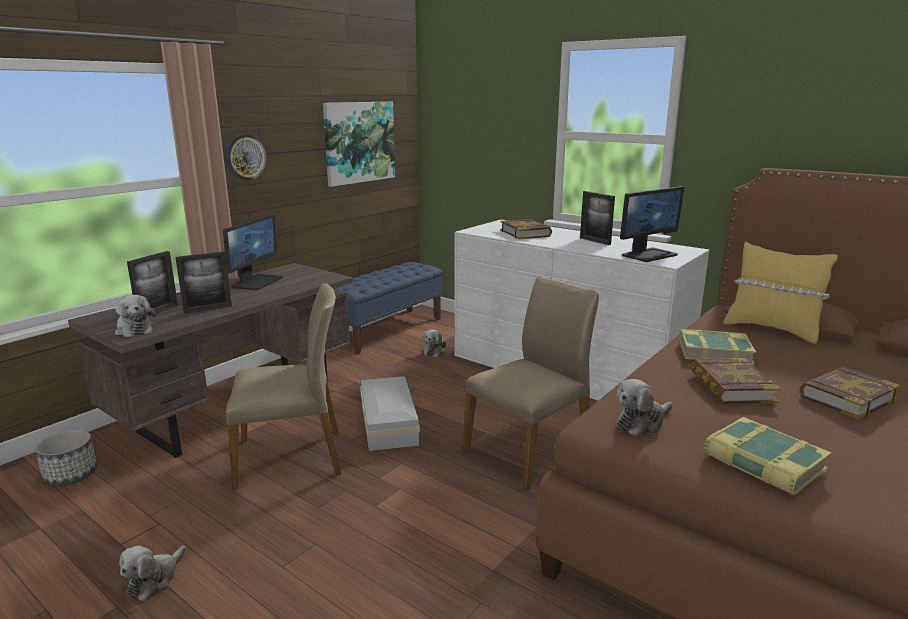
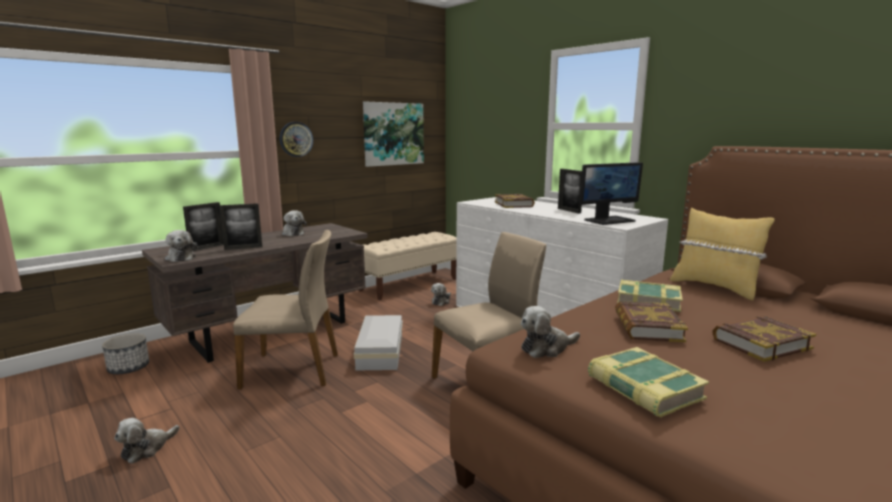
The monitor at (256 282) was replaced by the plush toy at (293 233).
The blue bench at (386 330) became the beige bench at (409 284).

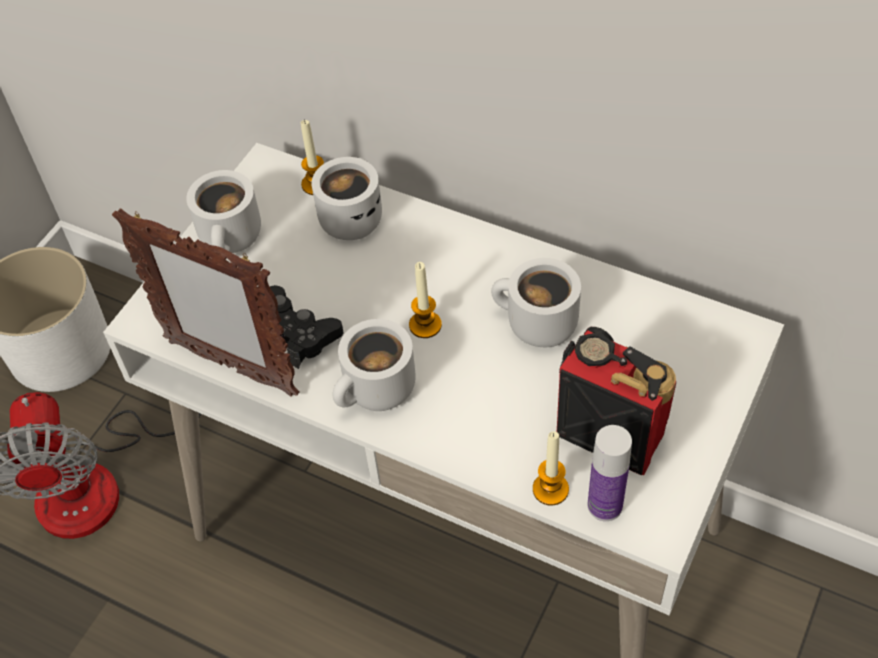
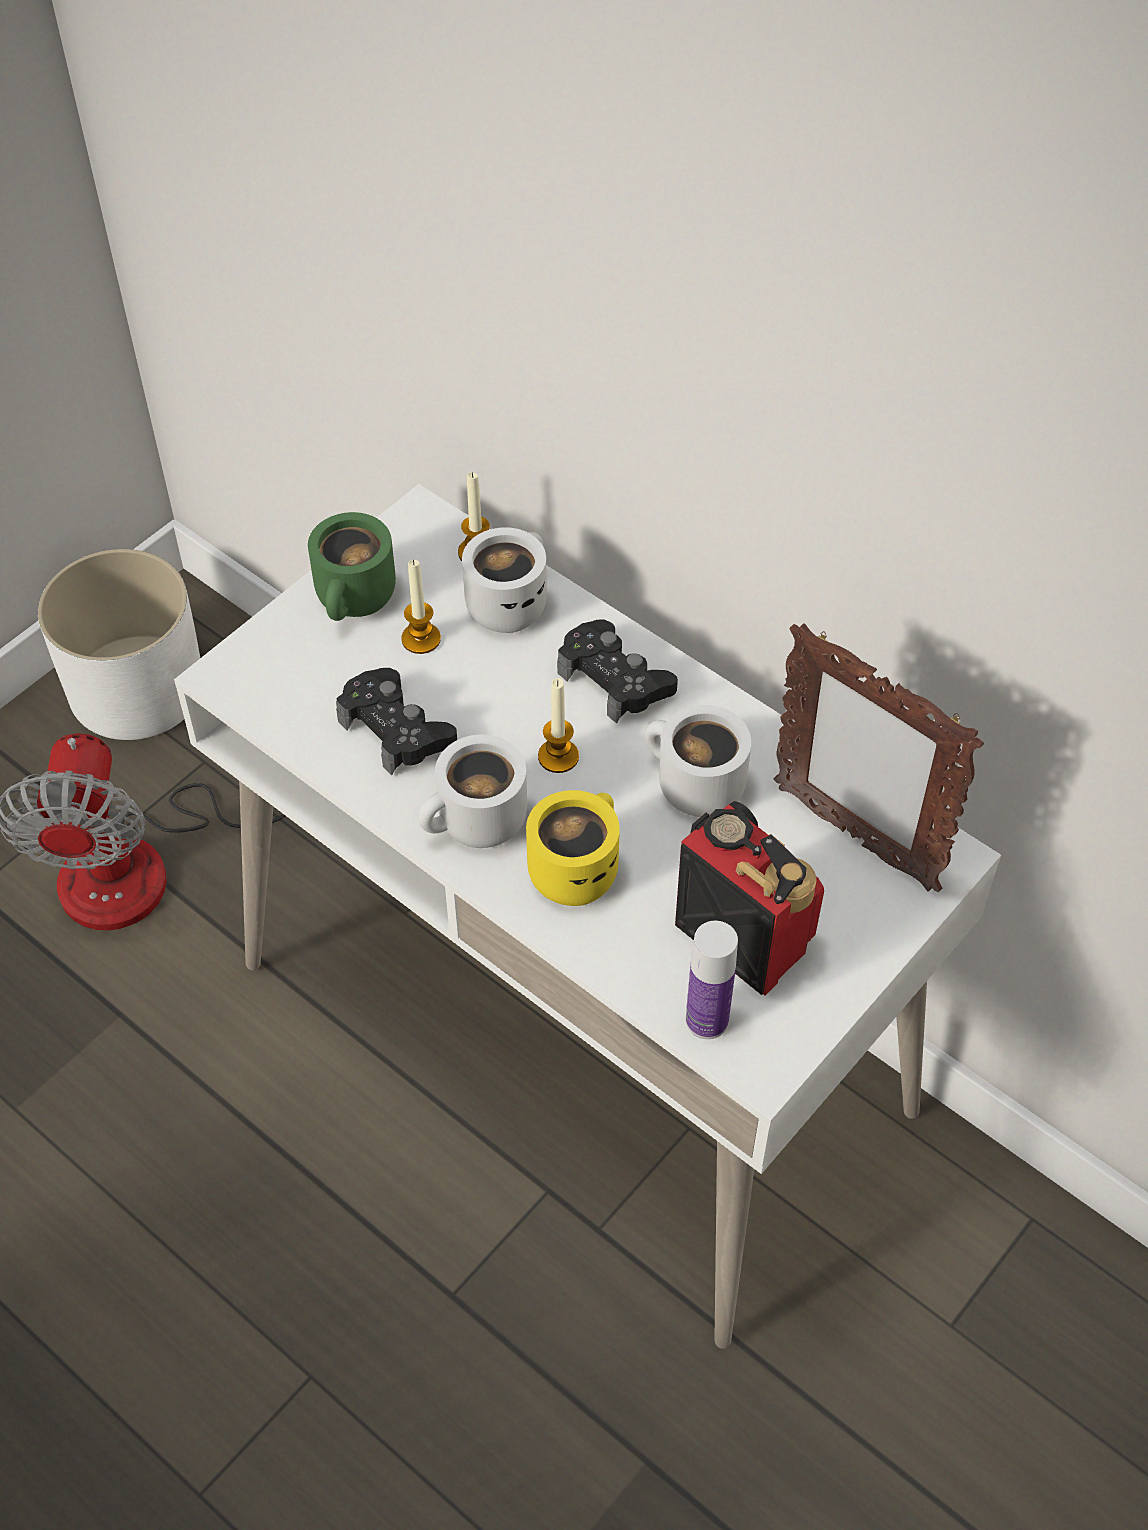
The picture frame moved from (230 367) to (854 837).
The white mug at (233 239) became the green mug at (357 599).
The candle moved from (550 489) to (421 639).
The yellow mug at (573 866) appeared.
The black game controller at (615 679) appeared.

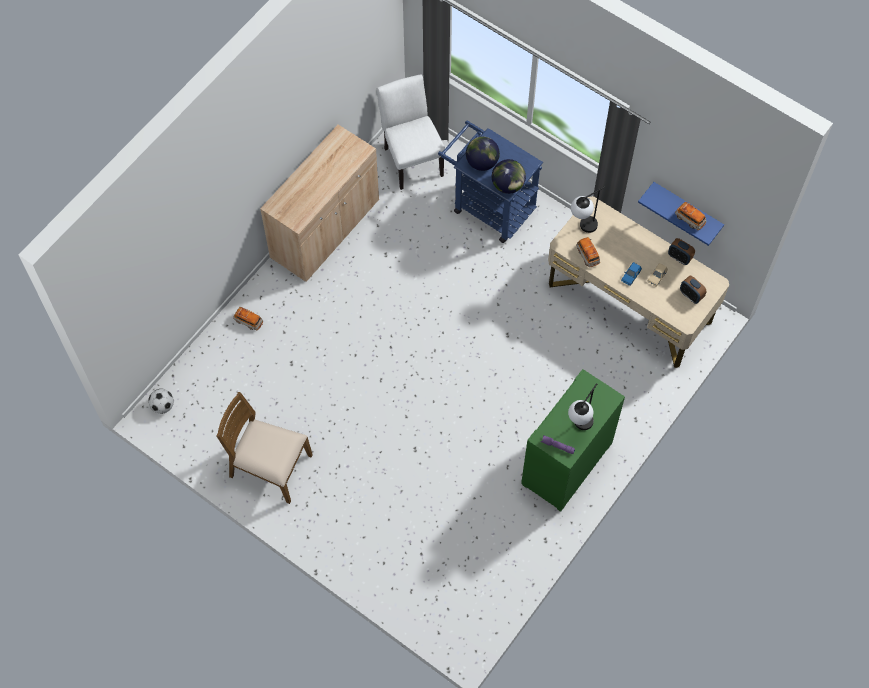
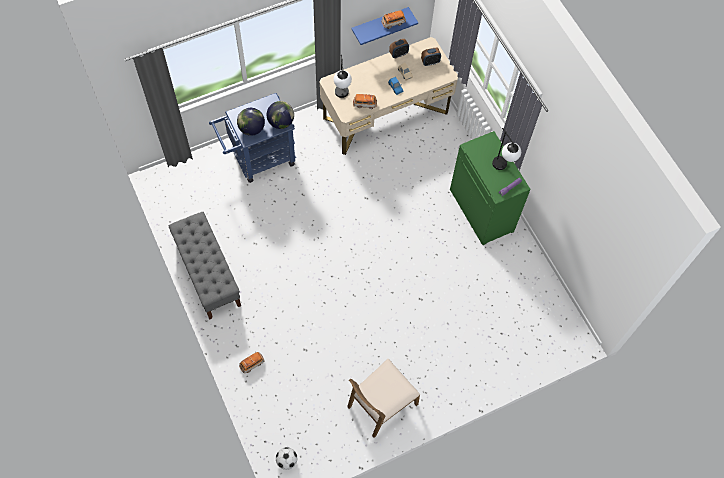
The beige cabinet at (325 229) was replaced by the grey bench at (208 273).
The white chair at (411 158) disappeared.

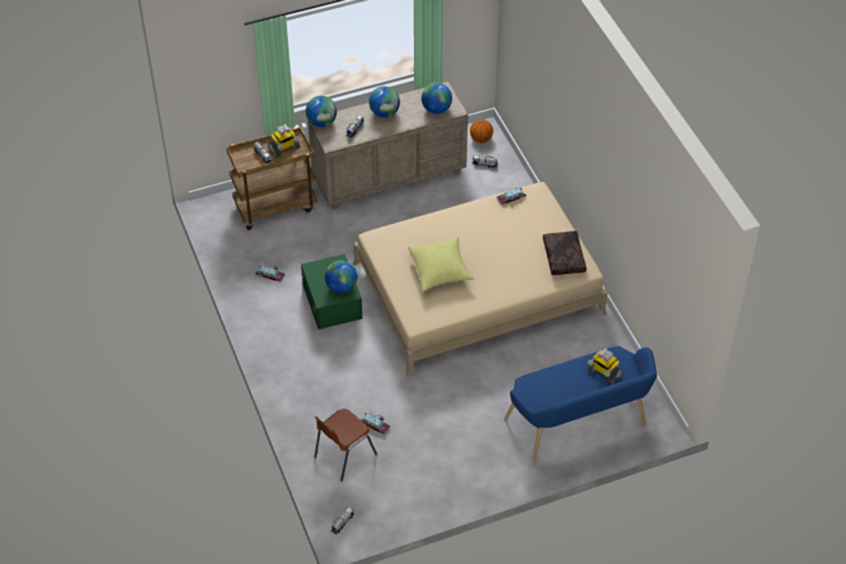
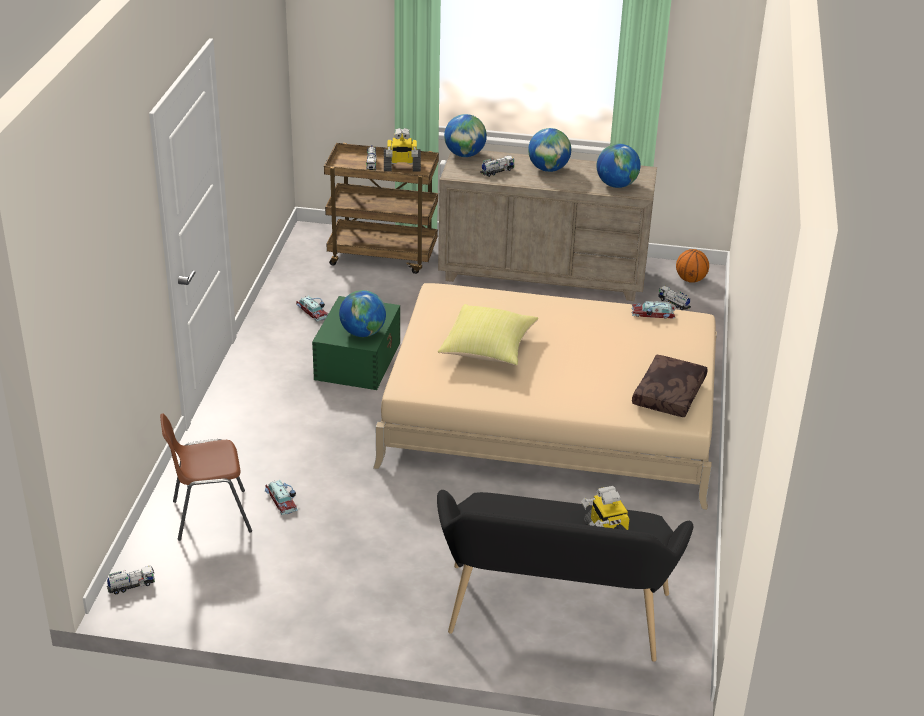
The blue bench at (579 426) became the black bench at (554 620).

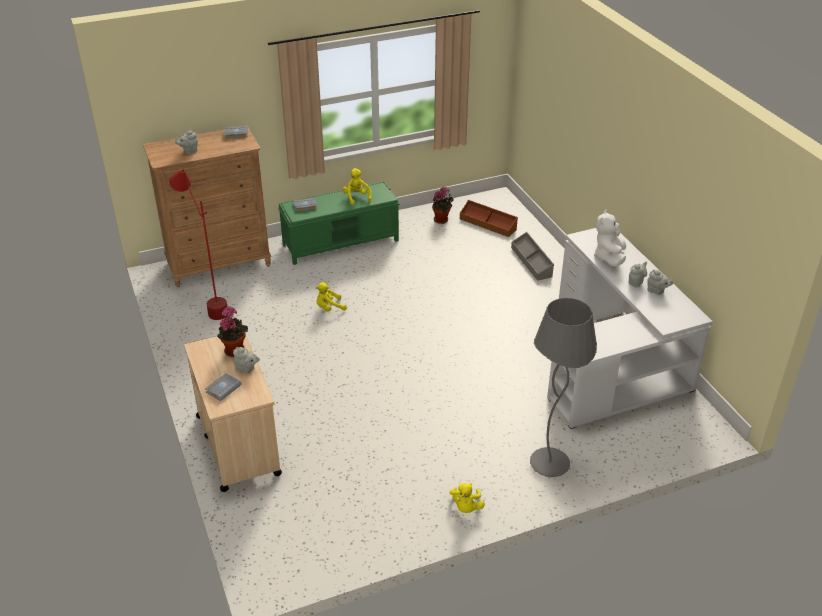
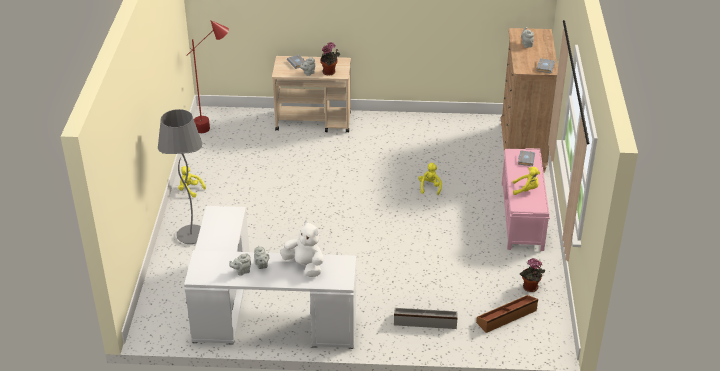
The red floor lamp moved from (209 306) to (215 126).
The green bench at (341 242) became the pink bench at (522 216).

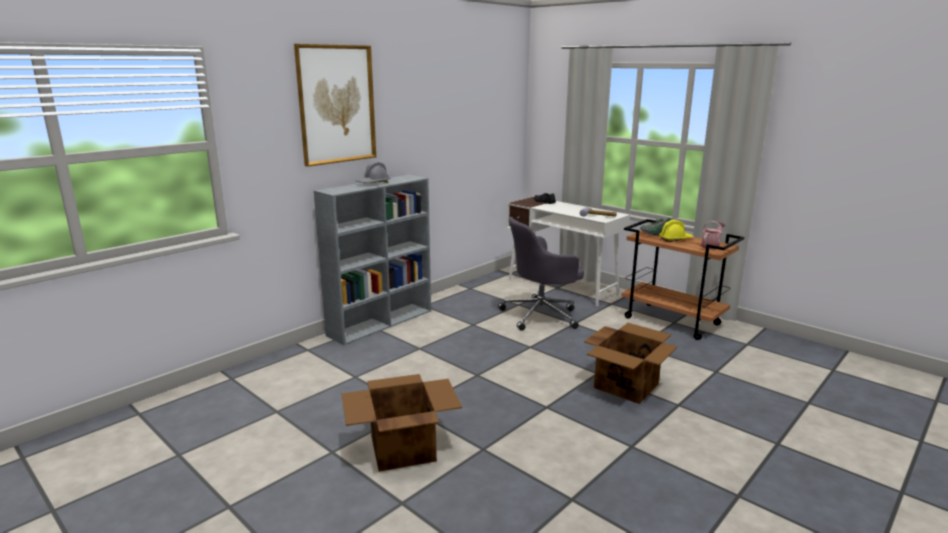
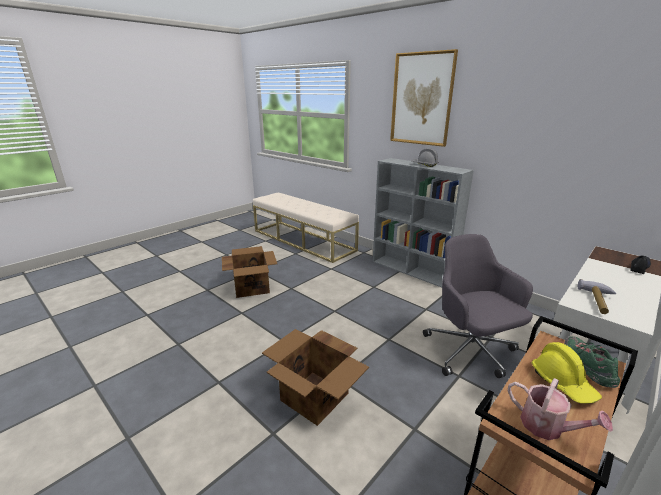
The beige bench at (303 240) appeared.

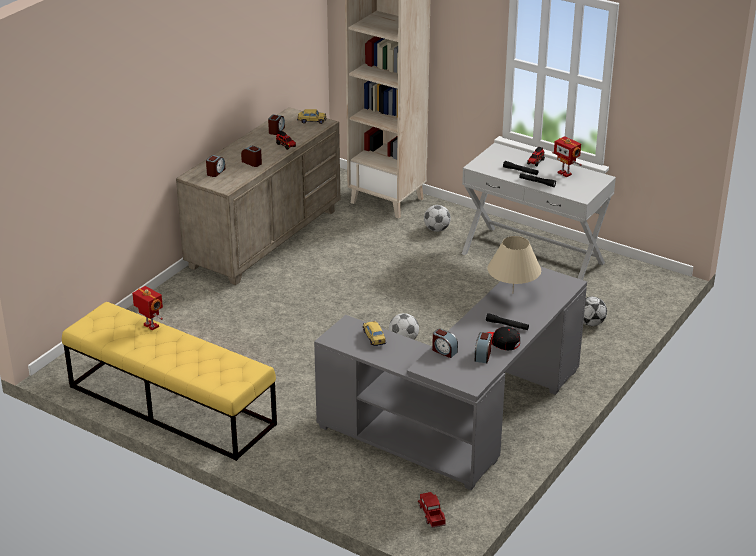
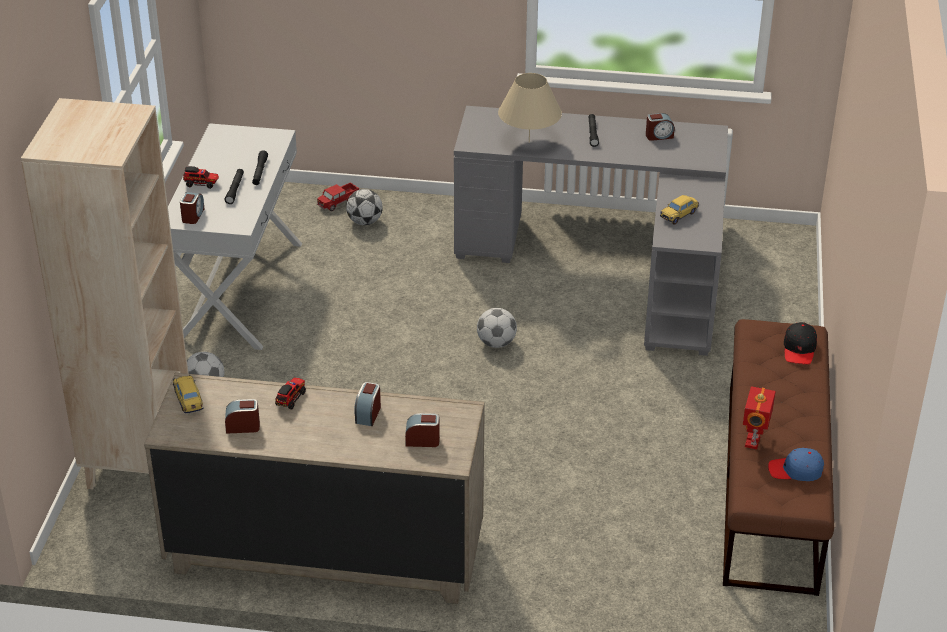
The yellow bench at (170 405) became the brown bench at (771 485).
The toy truck moved from (431 515) to (338 202).
The alarm clock moved from (444 351) to (193 216).
The black cap moved from (501 342) to (799 349).
The toy robot at (565 173) disappeared.
The blue cap at (795 470) appeared.

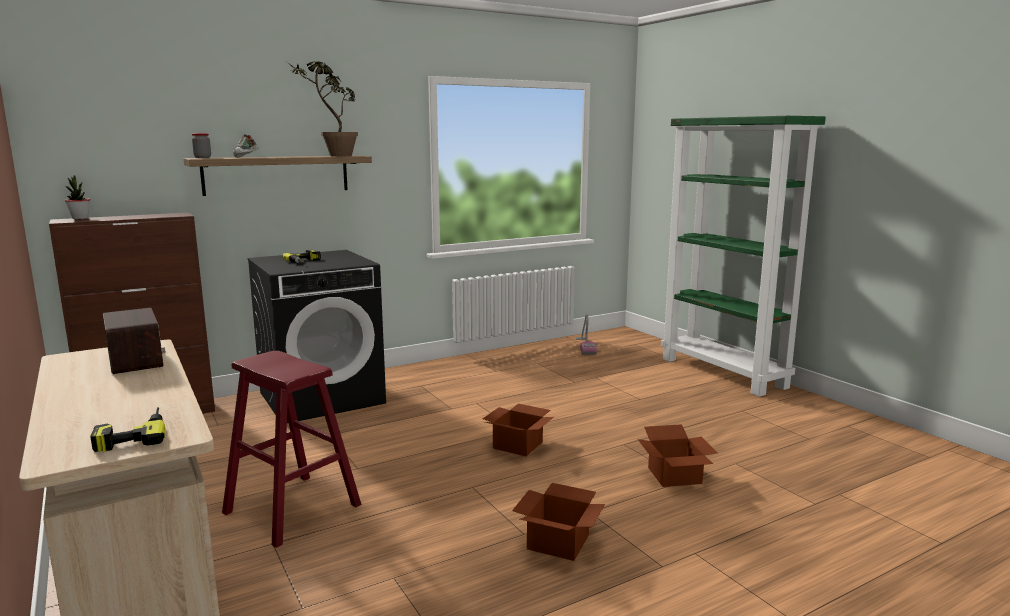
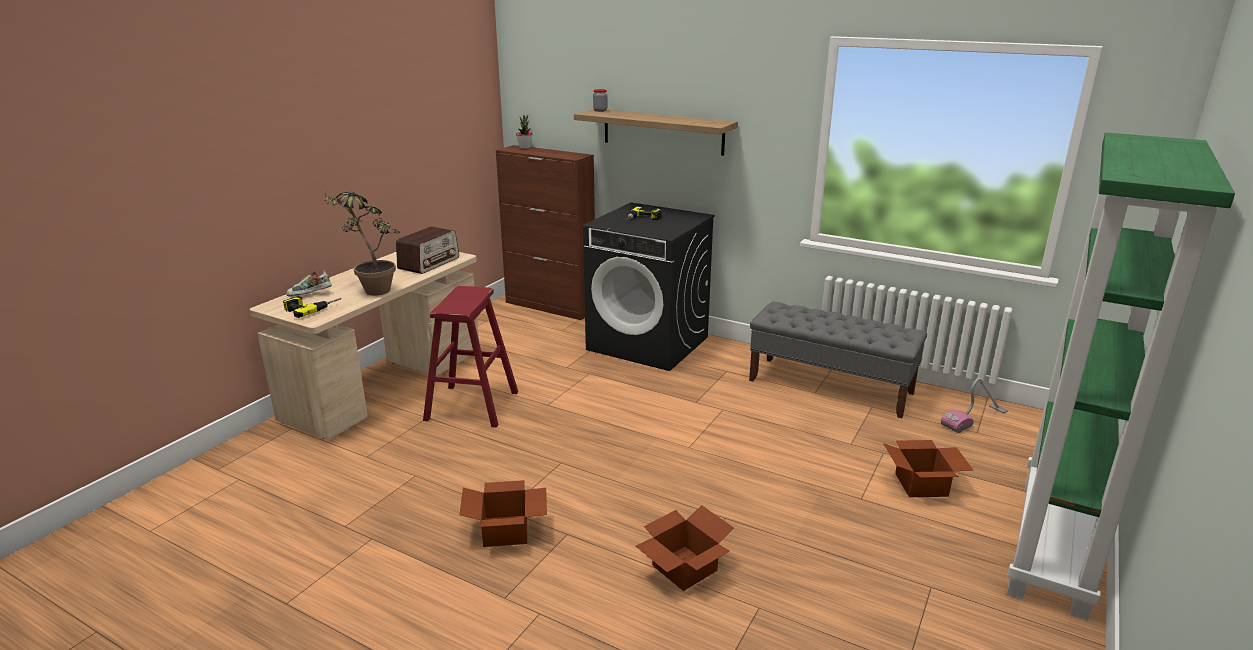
The shoe moved from (246 157) to (310 295).
The potted plant moved from (333 156) to (371 289).
The cardboard box moved from (519 445) to (923 485).
The grey bench at (831 386) appeared.

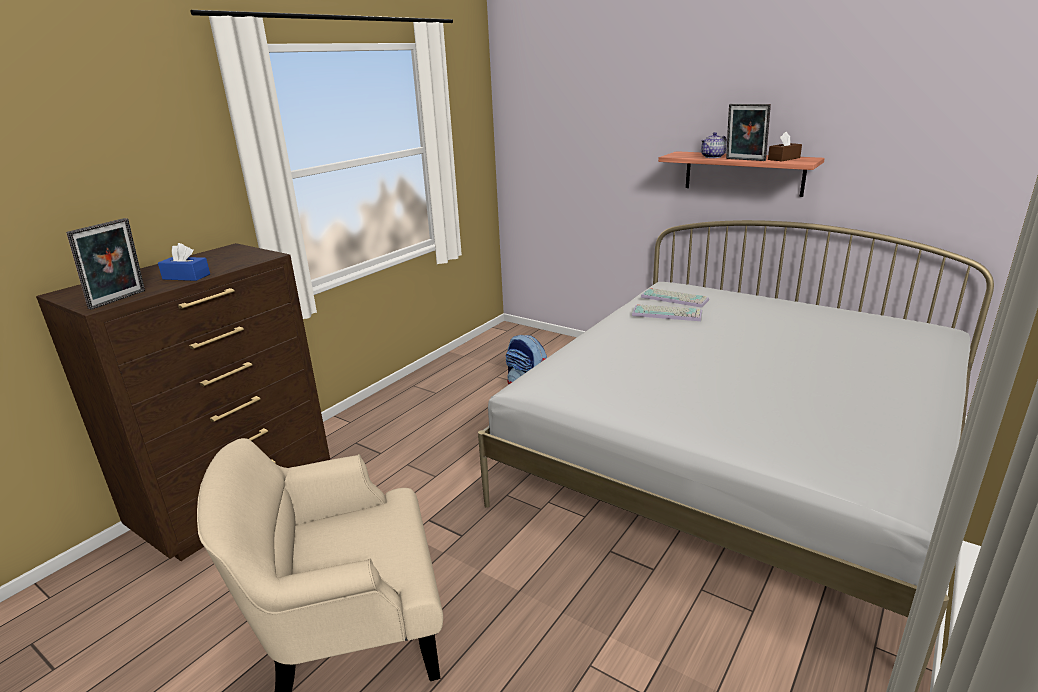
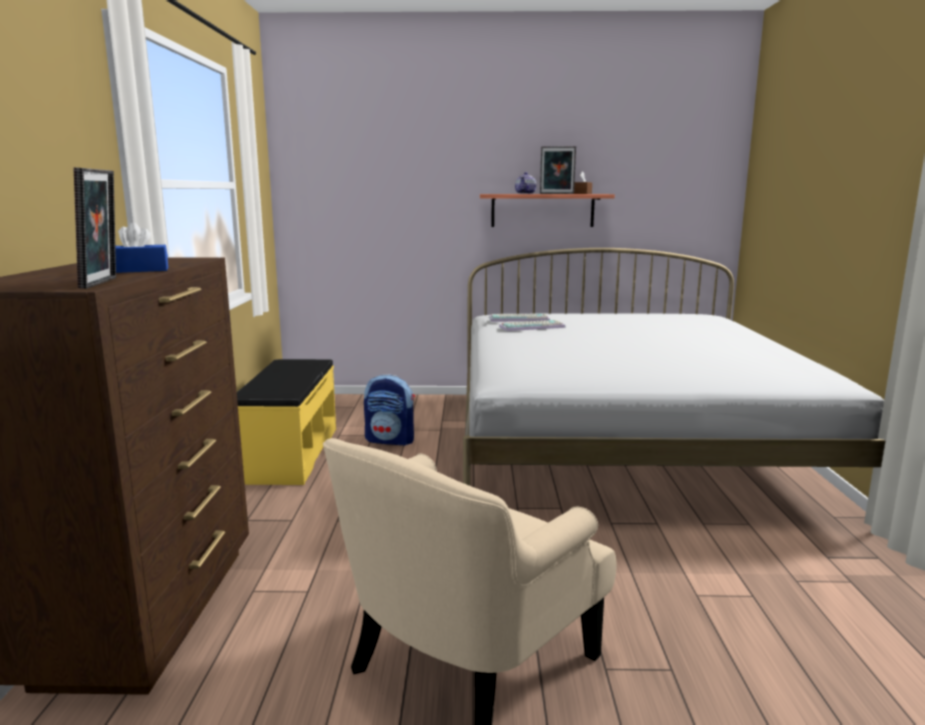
The yellow bench at (289 454) appeared.

